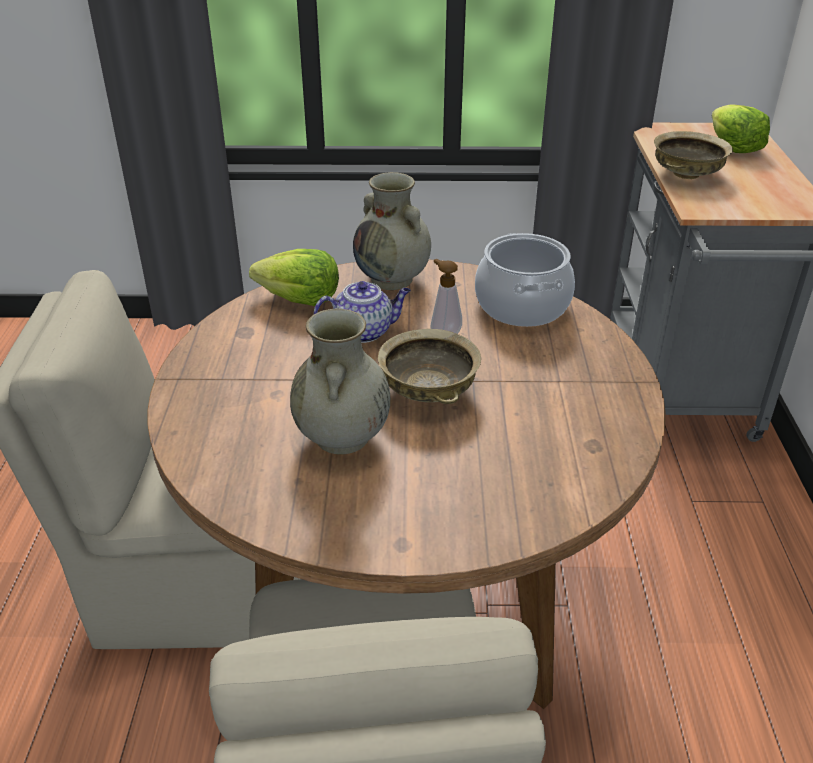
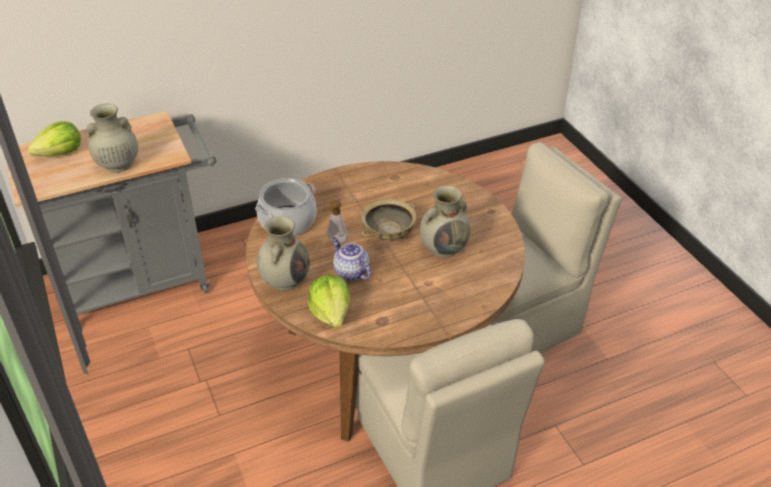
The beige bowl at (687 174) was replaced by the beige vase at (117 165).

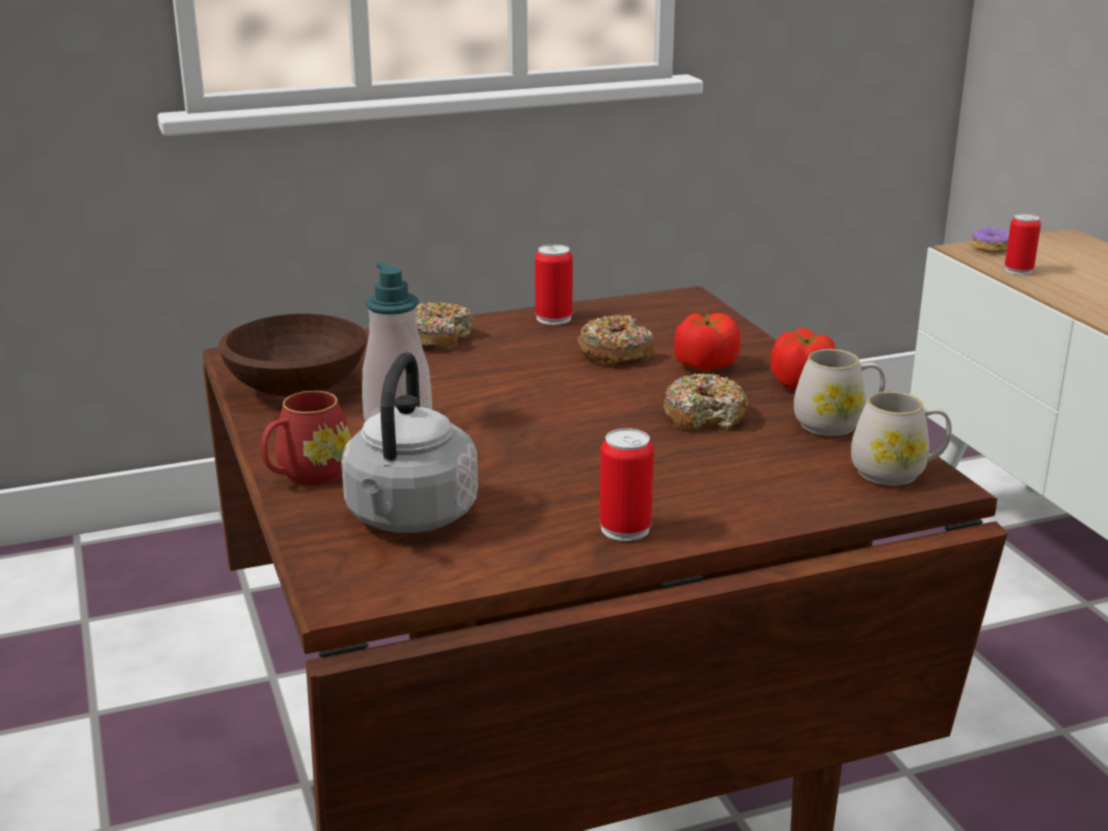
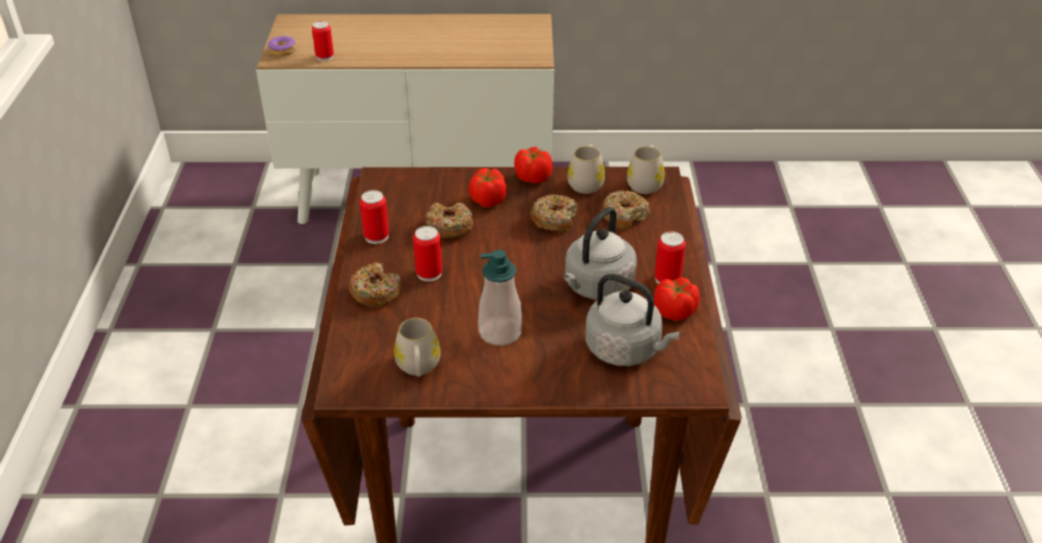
The brown bowl at (298 386) was replaced by the white mug at (418 367).
The red mug at (307 475) disappeared.
The can at (429 273) appeared.
The grey kettle at (596 287) appeared.
The donut at (624 215) appeared.
The tomato at (675 312) appeared.

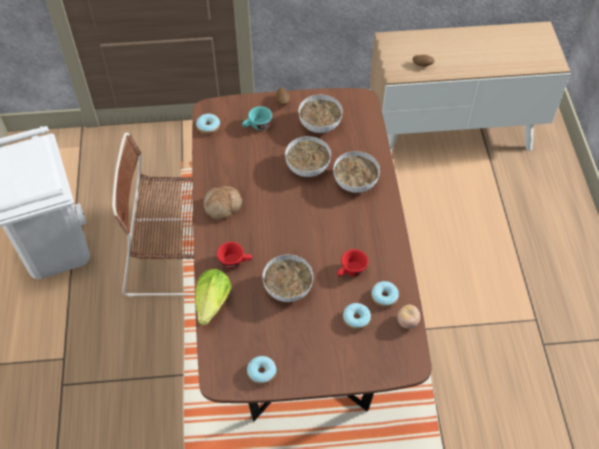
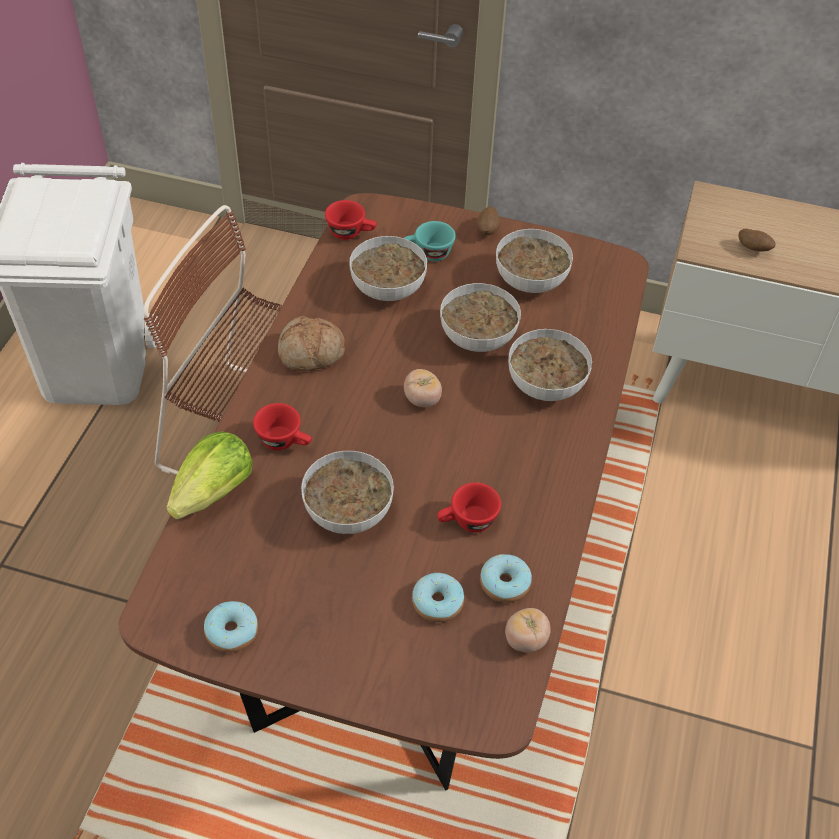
The donut at (208 127) was replaced by the red cup at (351 233).
The bowl at (388 287) appeared.
The tomato at (422 399) appeared.

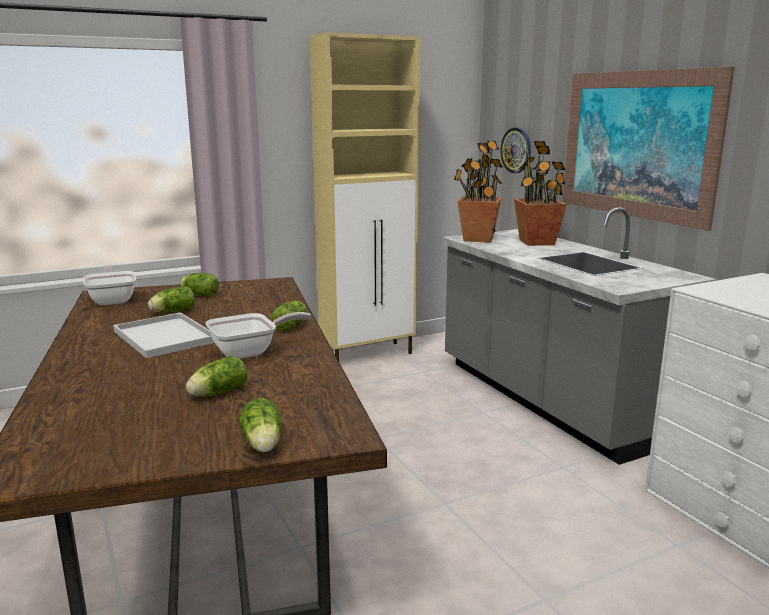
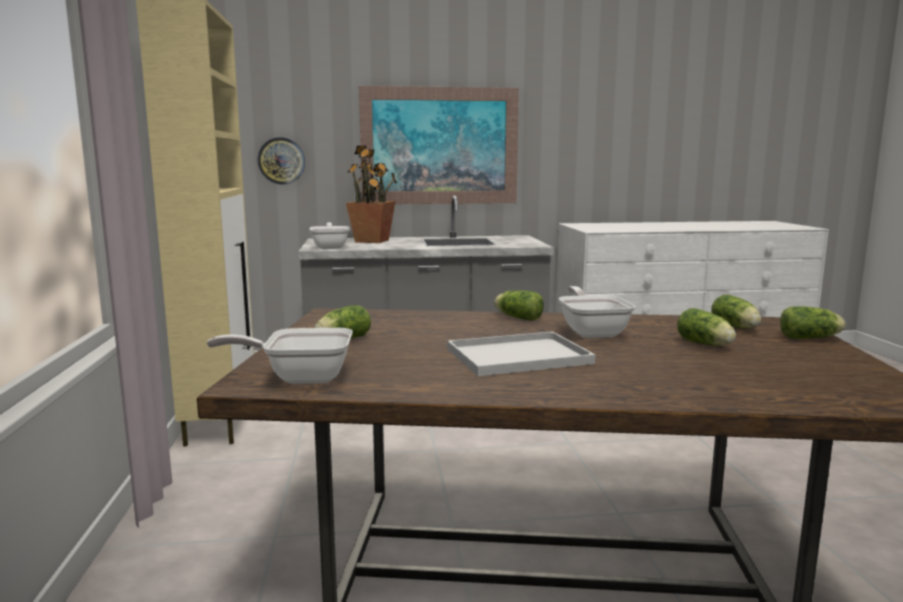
The lettuce moved from (172 312) to (736 327).
The potted plant at (477 239) was replaced by the frying pan at (330 247).

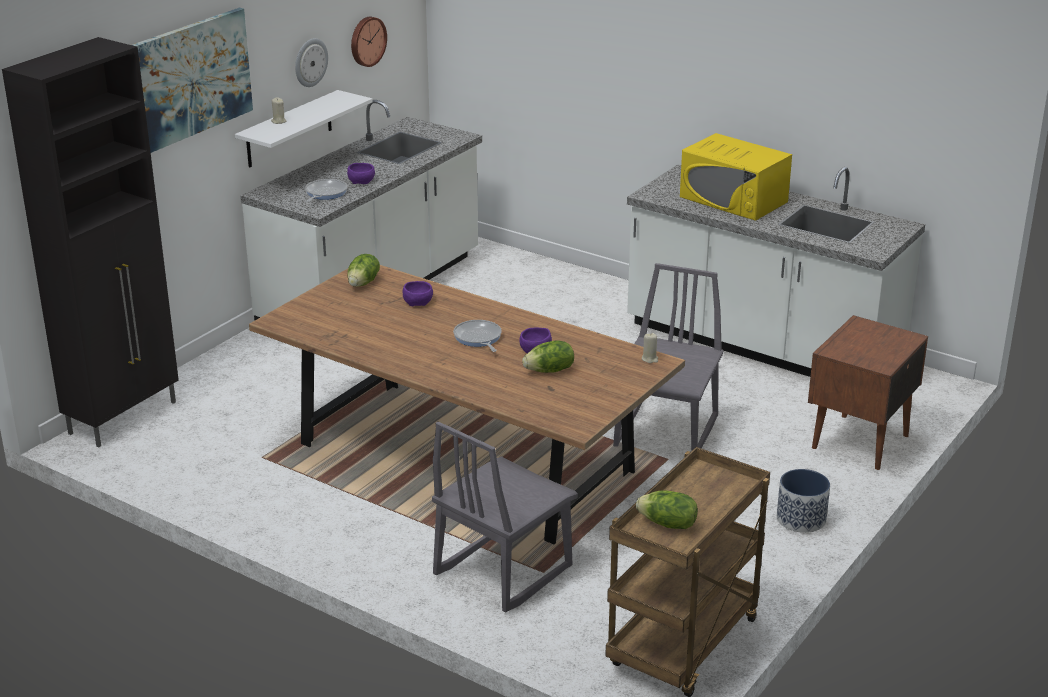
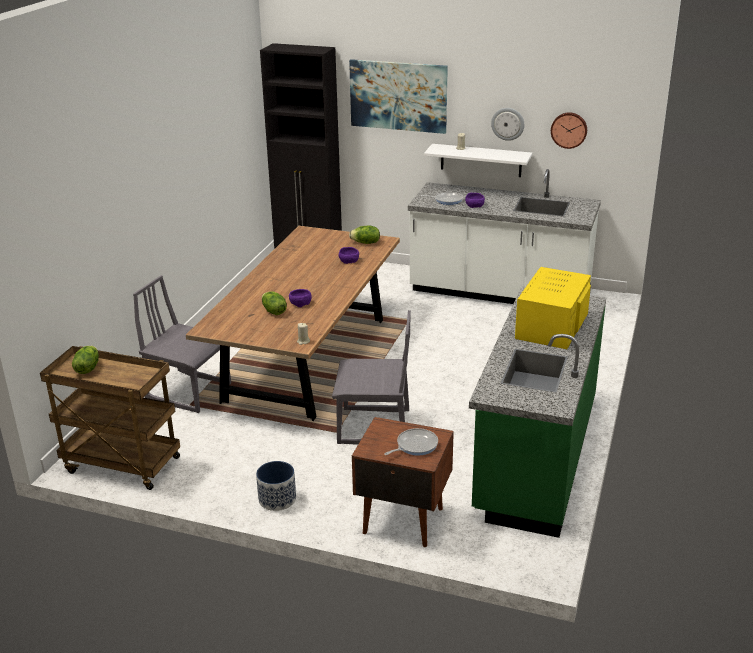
The frying pan moved from (478 338) to (415 445).
The white counter at (761 346) became the green counter at (535 456).

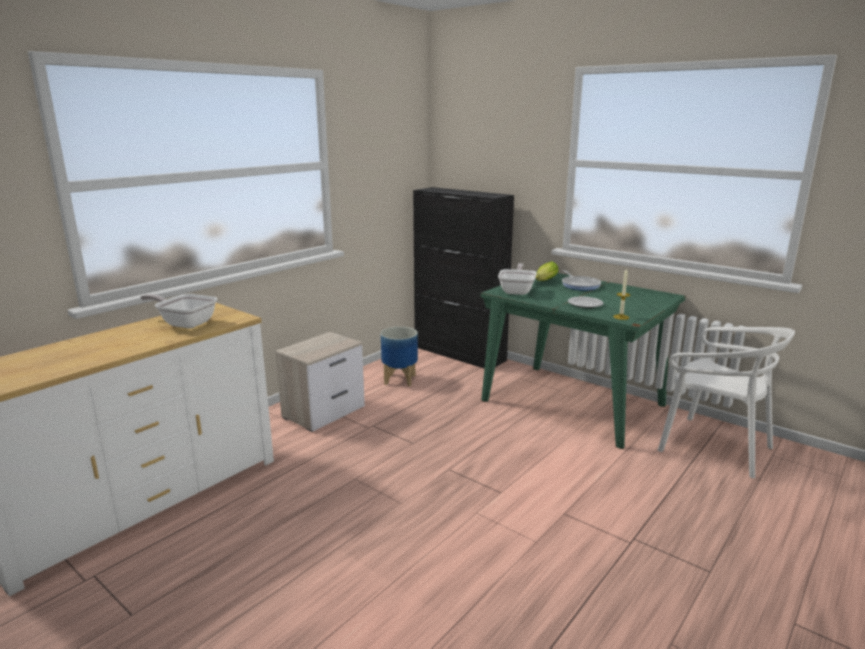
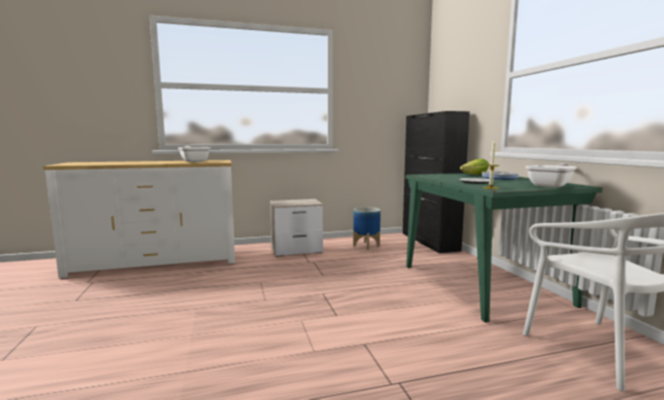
The frying pan moved from (517 291) to (551 186).

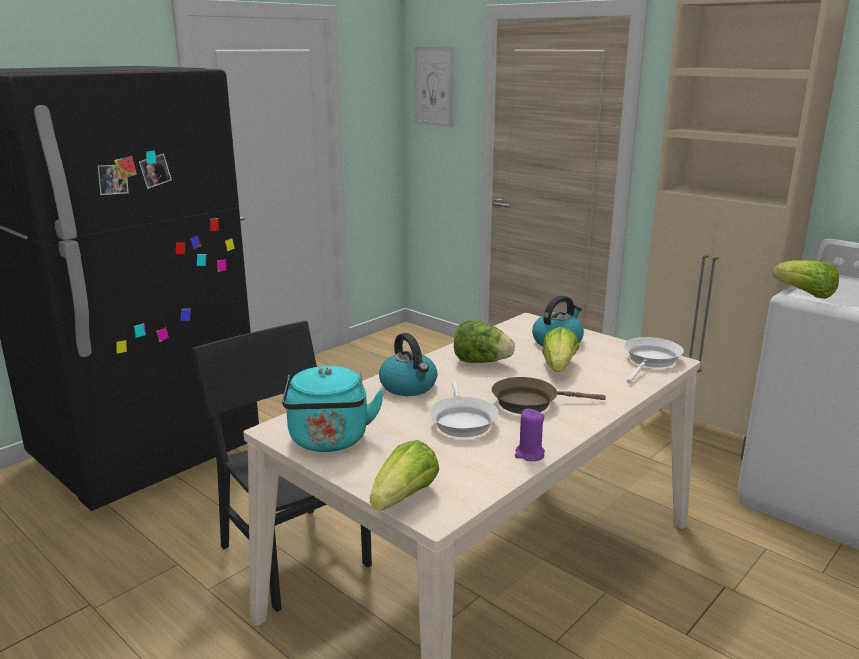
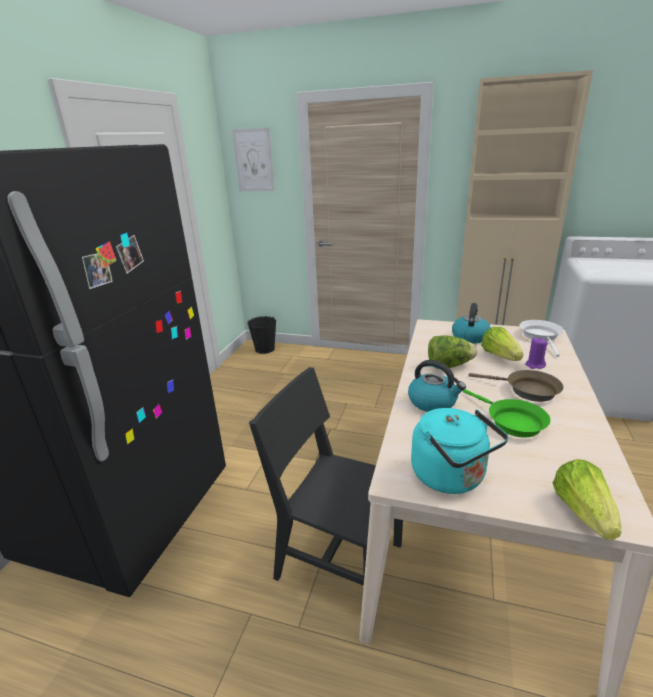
The white frying pan at (461 421) became the green frying pan at (511 422).
The brown frying pan at (530 403) turned 120 degrees counterclockwise.
The purple candle moved from (529 454) to (534 365).
The lettuce at (805 294) disappeared.
The black bucket at (265 349) appeared.

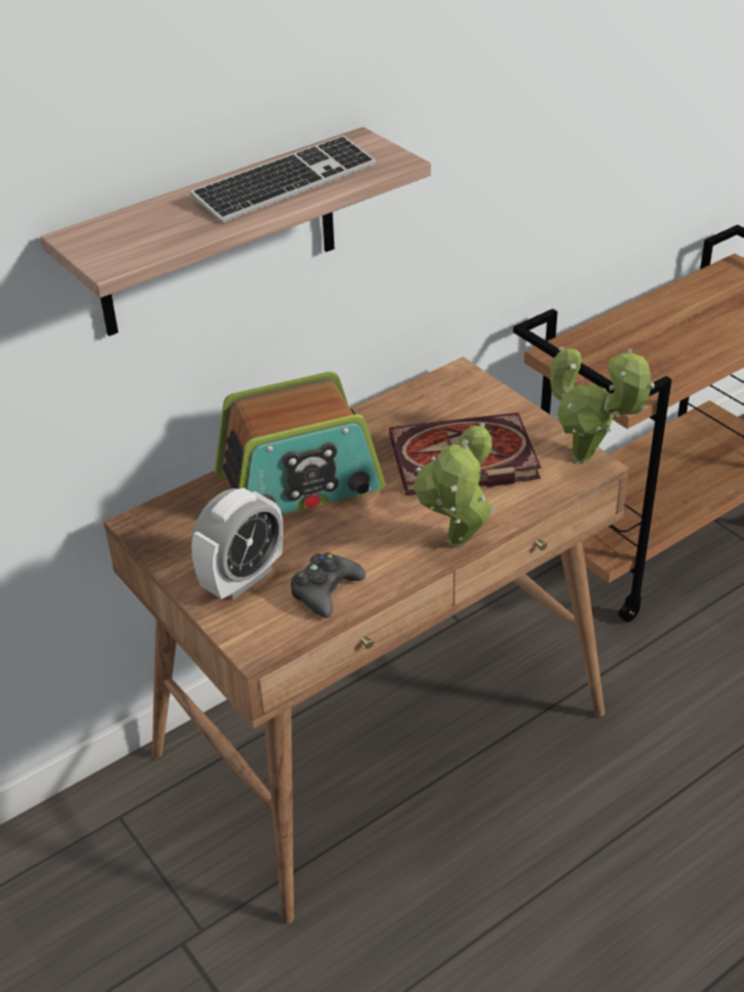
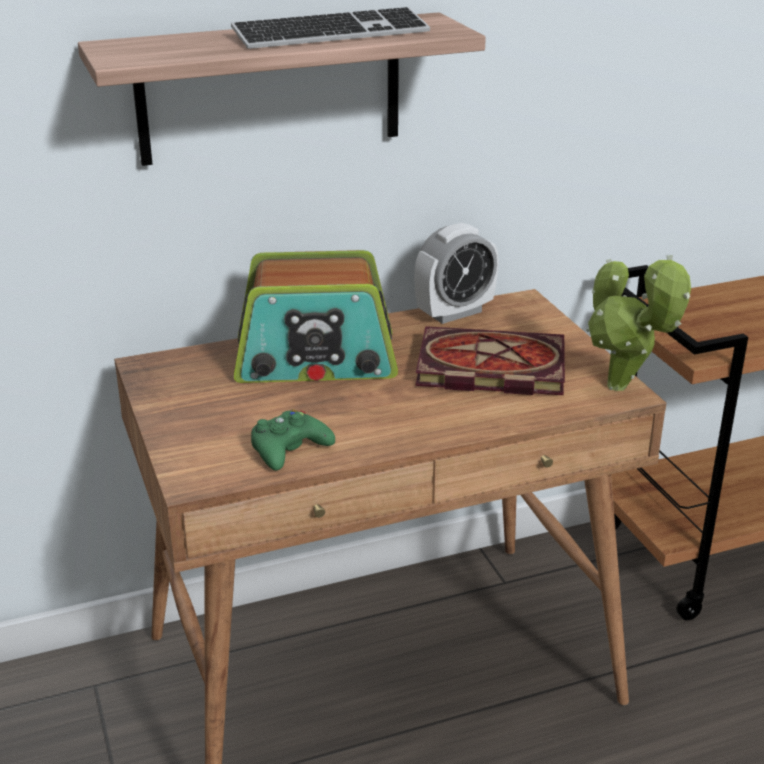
The alarm clock moved from (242 579) to (455 313).
The black game controller at (325 591) became the green game controller at (289 449).
The potted plant at (457 546) disappeared.

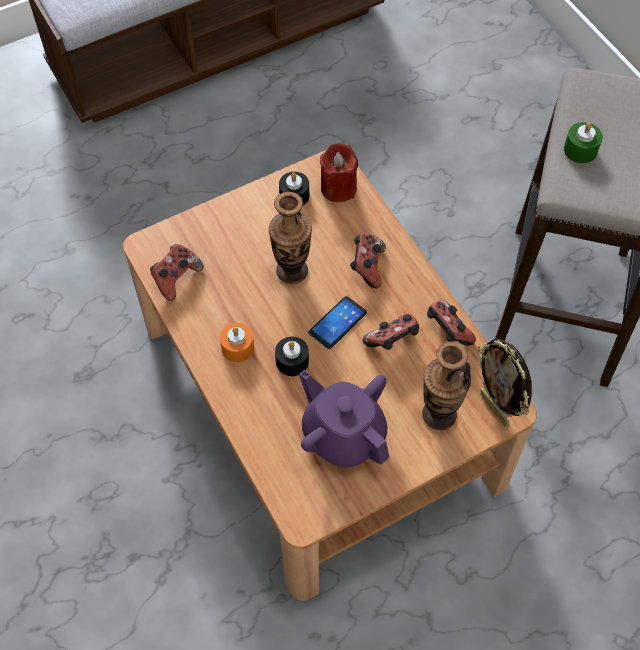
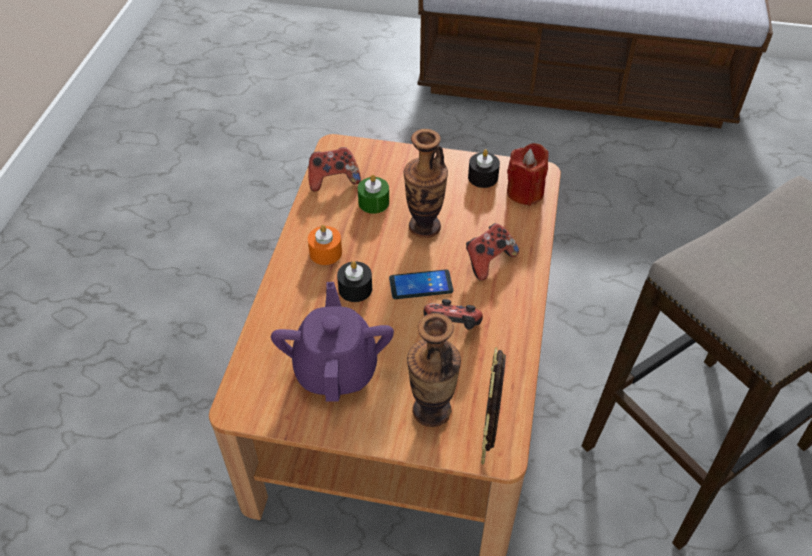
The game controller at (447 332) disappeared.
The green candle moved from (580 150) to (373 202).

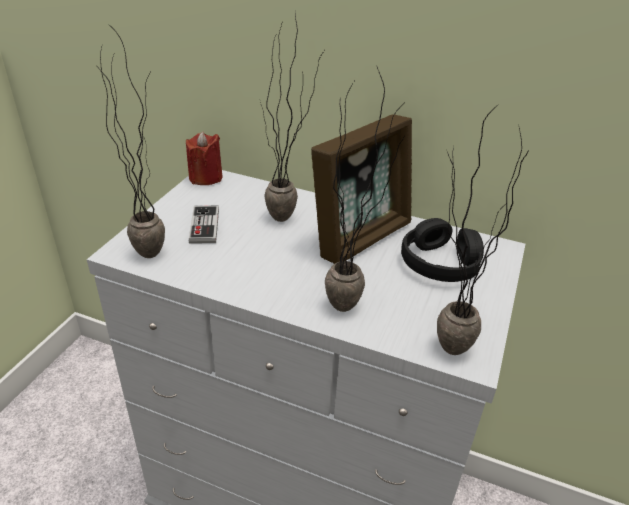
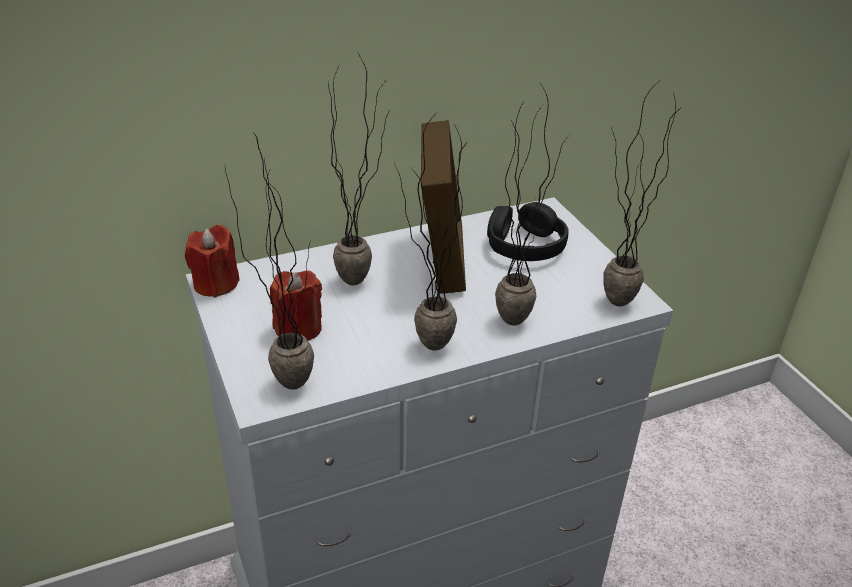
The game controller at (204 226) was replaced by the red candle at (298 328).
The potted plant at (423 349) appeared.

